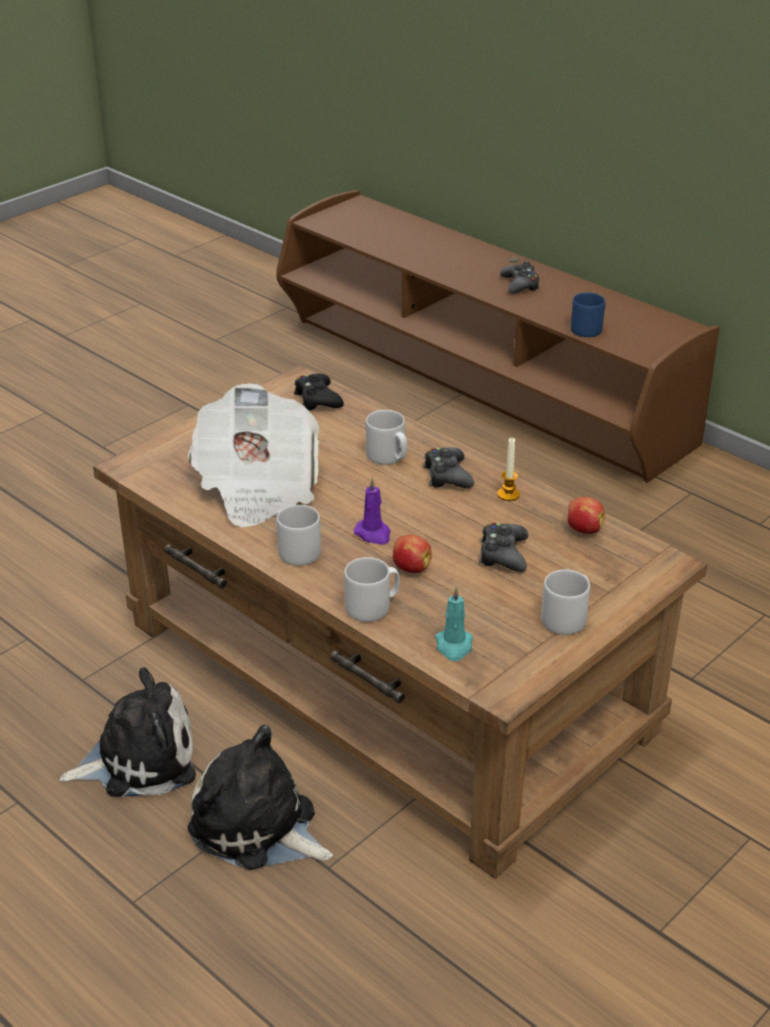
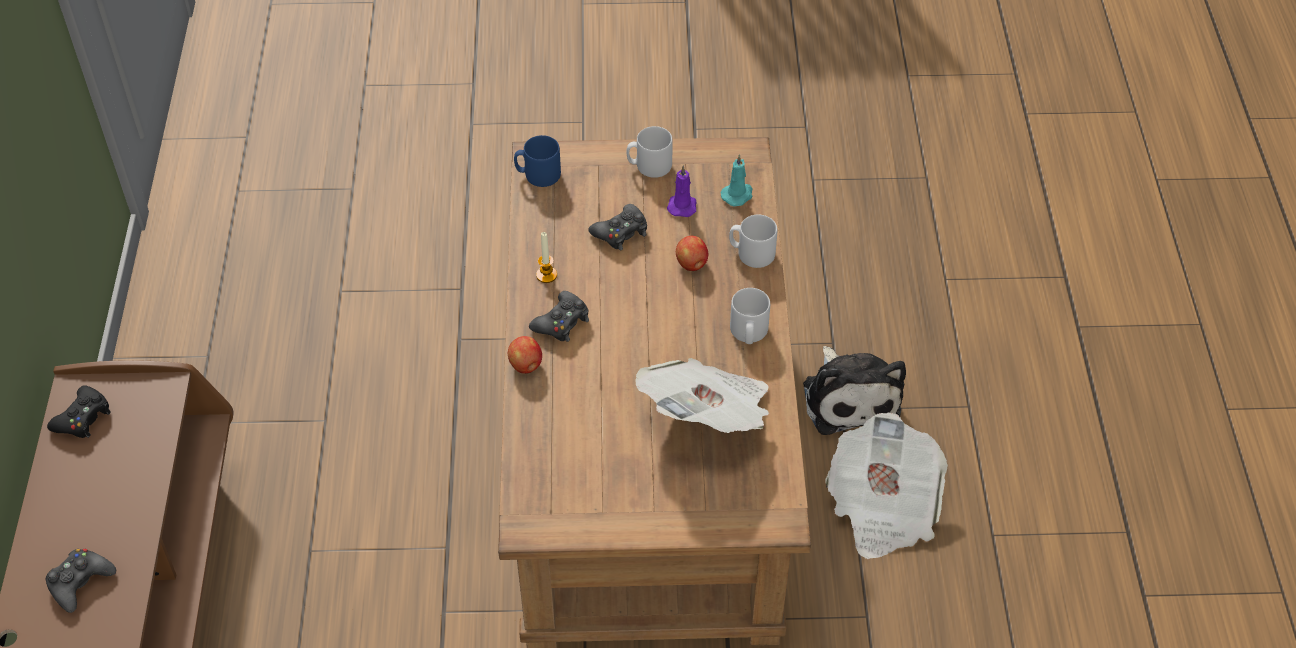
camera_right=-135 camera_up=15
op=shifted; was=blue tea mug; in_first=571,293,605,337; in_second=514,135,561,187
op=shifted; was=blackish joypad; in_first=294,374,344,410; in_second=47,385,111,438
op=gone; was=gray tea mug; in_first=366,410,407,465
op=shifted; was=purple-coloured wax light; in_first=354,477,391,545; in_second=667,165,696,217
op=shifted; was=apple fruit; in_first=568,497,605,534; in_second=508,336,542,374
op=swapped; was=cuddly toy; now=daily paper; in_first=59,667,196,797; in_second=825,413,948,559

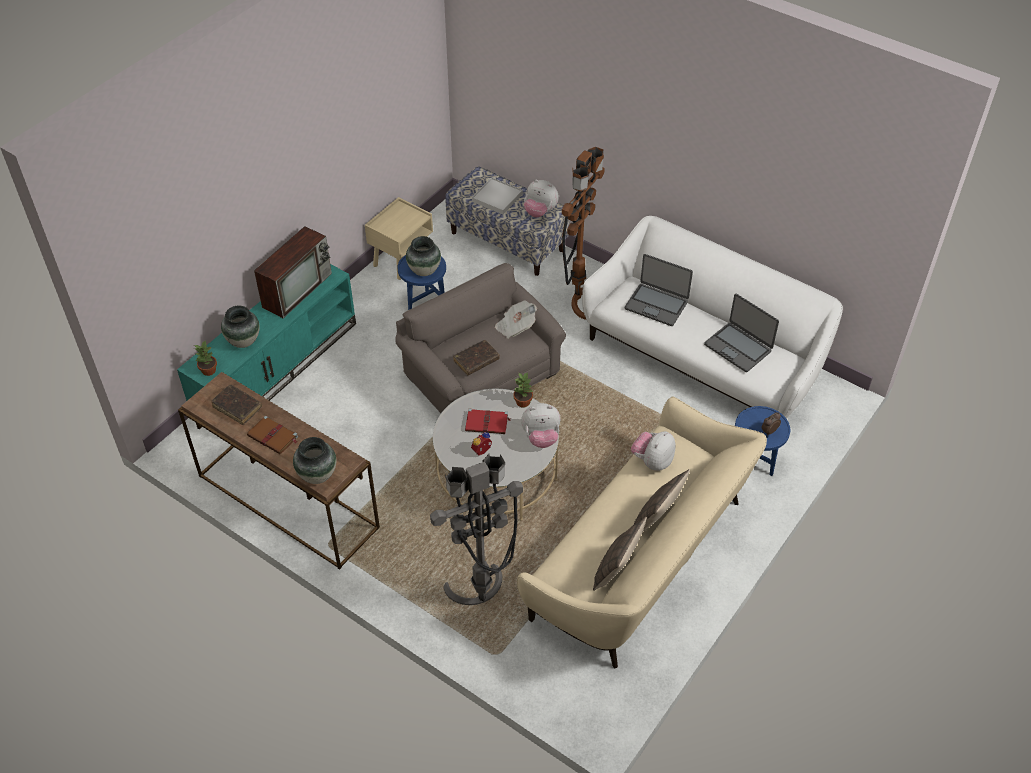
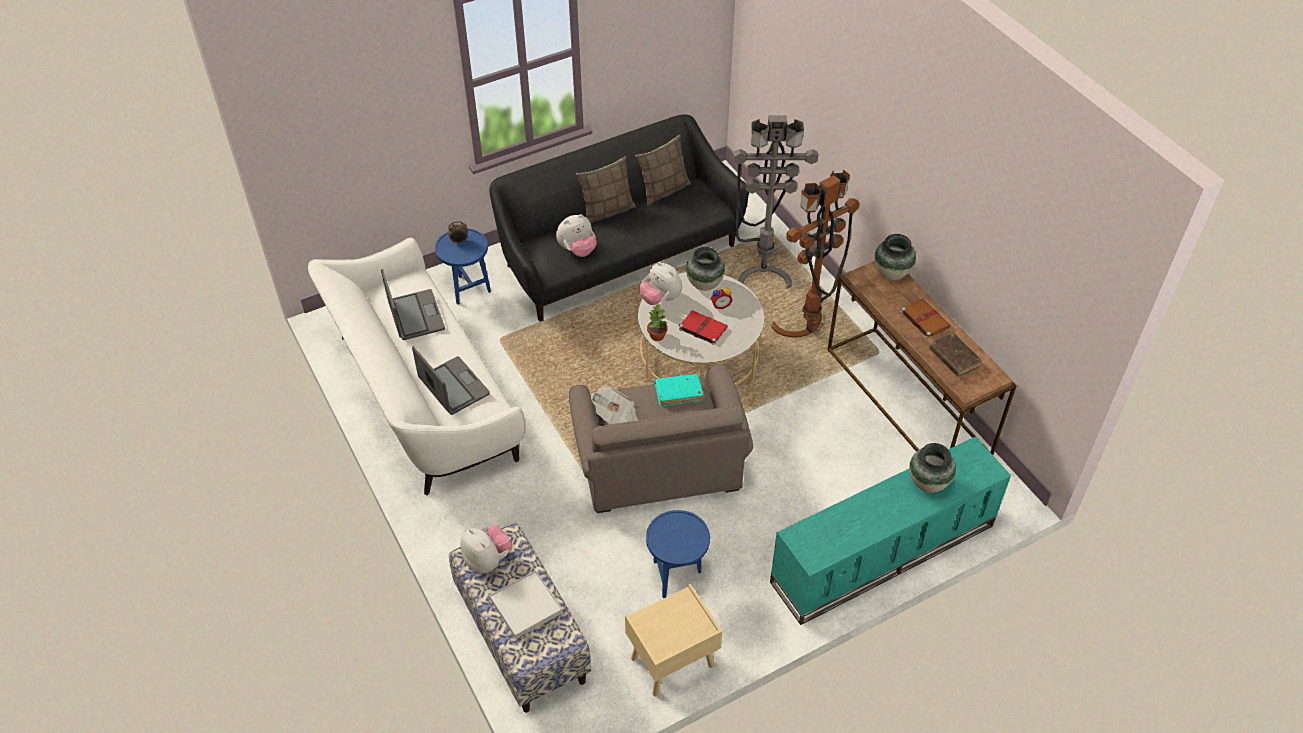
camera_right=-155 camera_up=0
op=shifted; was=brown-coloured standard lamp; in_first=562,147,605,320; in_second=771,169,859,338
op=gone; was=TV set; in_first=254,226,332,318
op=shifted; was=vase; in_first=406,236,441,276; in_second=686,247,725,291
op=repainted; was=brown-coloured bound book; now=blue-green bound book; in_first=453,340,500,376; in_second=655,374,703,407
op=gone; was=plant in a pot; in_first=194,341,217,376
op=repainted; was=sand-coloured couch; now=blackish couch; in_first=517,397,767,668; in_second=489,114,749,322
op=rotated; was=cuddly toy; in_first=521,403,560,448; in_second=639,262,682,305; clockwise=-150

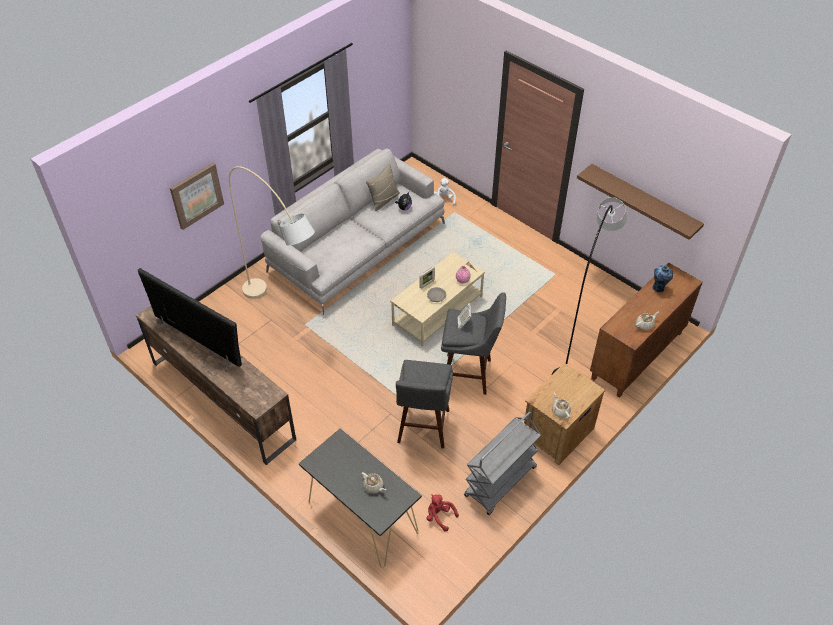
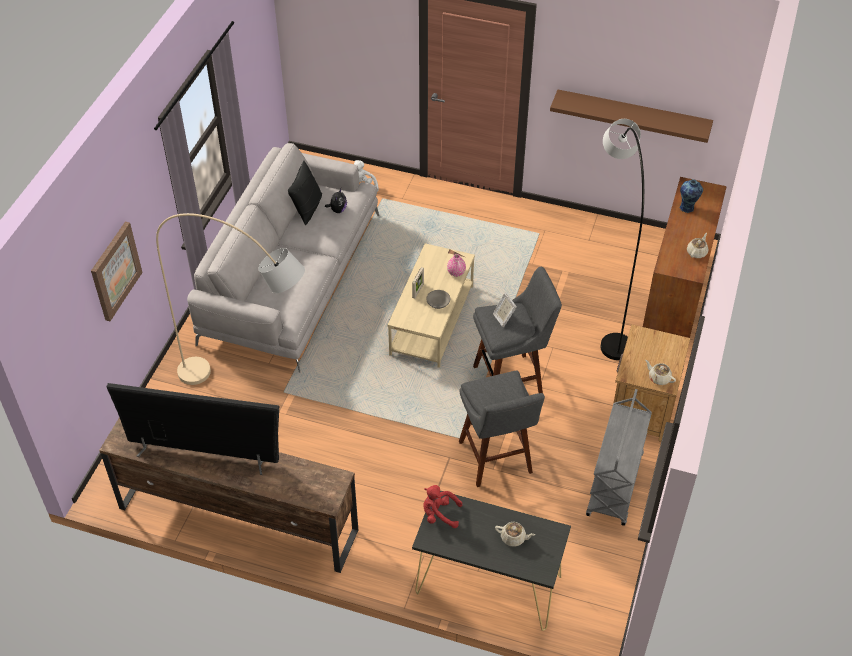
camera_right=-25 camera_up=0
op=repainted; was=sand-coloured throw pillow; now=blackish throw pillow; in_first=366,164,400,211; in_second=288,161,322,225
op=shifted; was=red-coloured cuddly toy; in_first=427,494,459,532; in_second=423,485,463,528

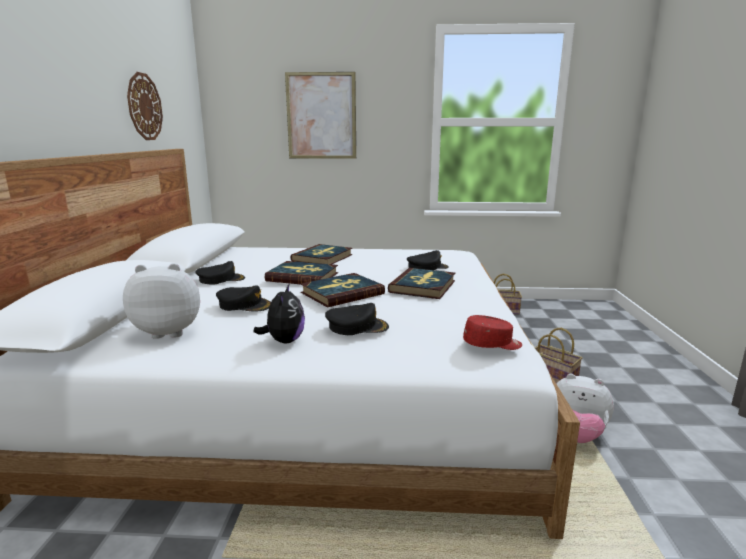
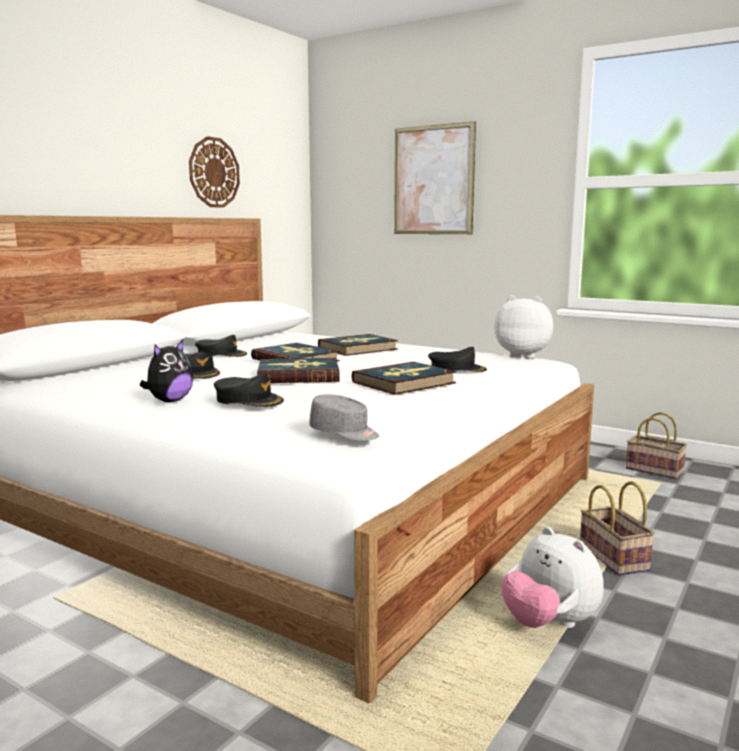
camera_right=30 camera_up=-5
op=shifted; was=cuddly toy; in_first=123,263,200,339; in_second=494,296,553,359
op=repainted; was=red-coloured baseball cap; now=gray baseball cap; in_first=463,315,522,350; in_second=309,394,379,441

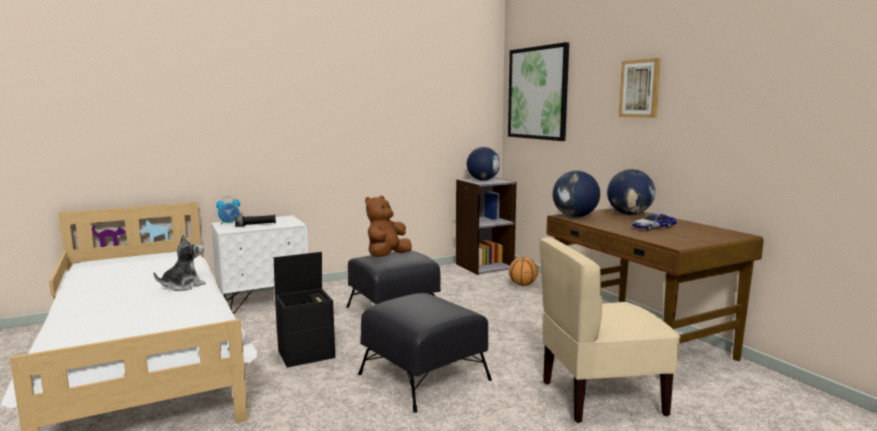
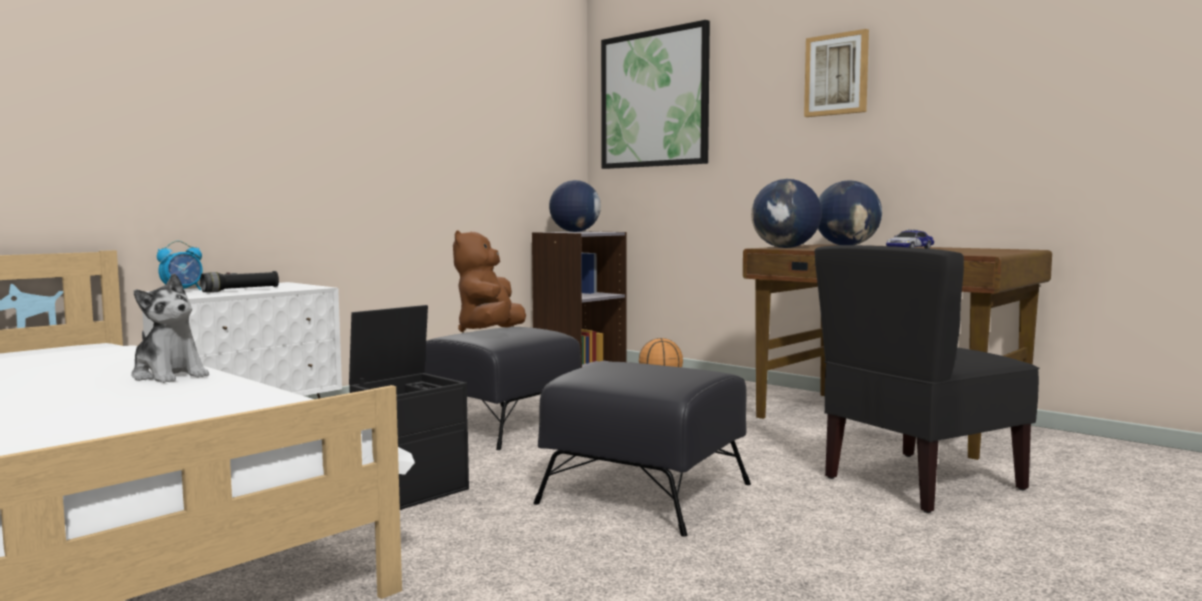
camera_right=-20 camera_up=-5
op=rotated; was=cuddly toy; in_first=154,235,206,291; in_second=131,273,209,383; clockwise=105
op=repainted; was=sand-coloured upright chair; now=blackish upright chair; in_first=539,237,680,423; in_second=815,245,1040,513

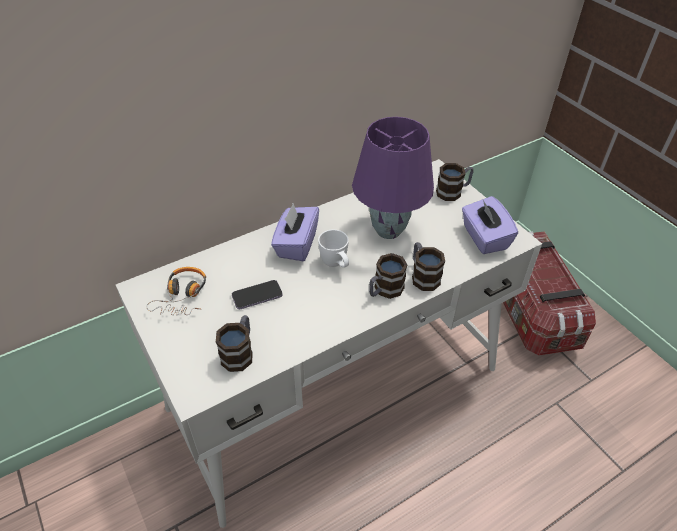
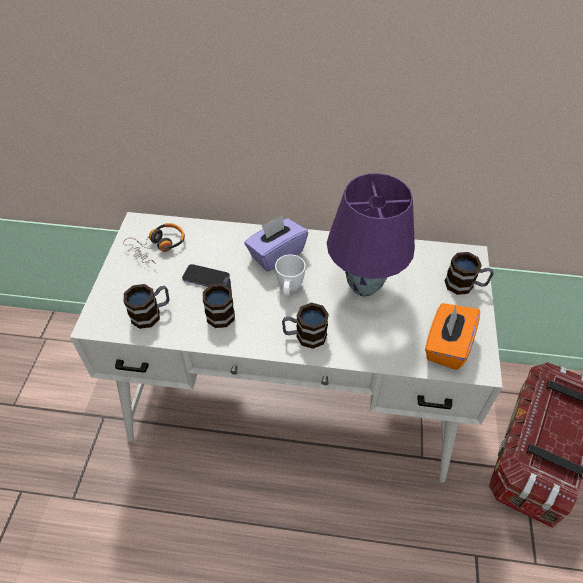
camera_right=40 camera_up=5
op=repainted; was=purple-coloured tissue holder; now=orange tissue holder; in_first=462,196,518,254; in_second=425,303,480,370
op=shifted; was=tea mug; in_first=412,242,445,291; in_second=203,277,235,328

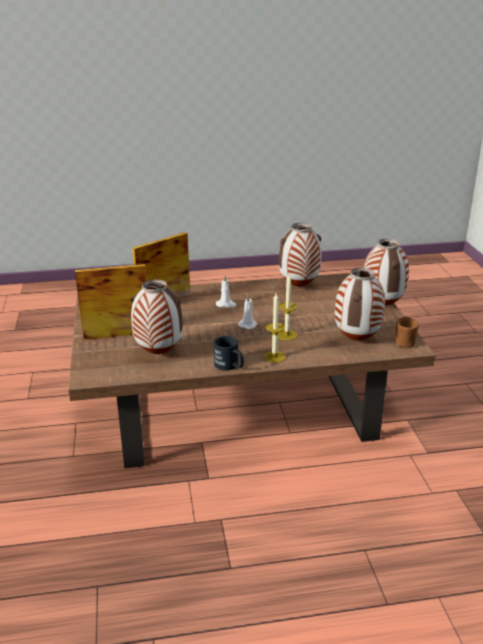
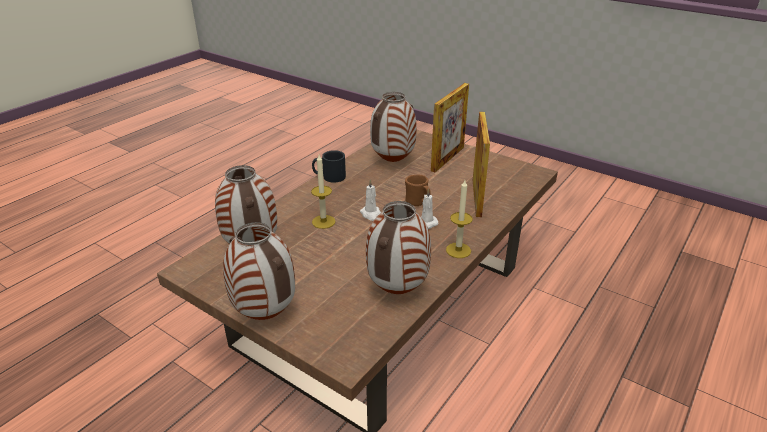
camera_right=135 camera_up=5
op=shifted; was=wax light; in_first=264,293,286,363; in_second=446,180,473,258
op=shifted; was=brown-coloured tea mug; in_first=395,316,419,348; in_second=405,175,430,206

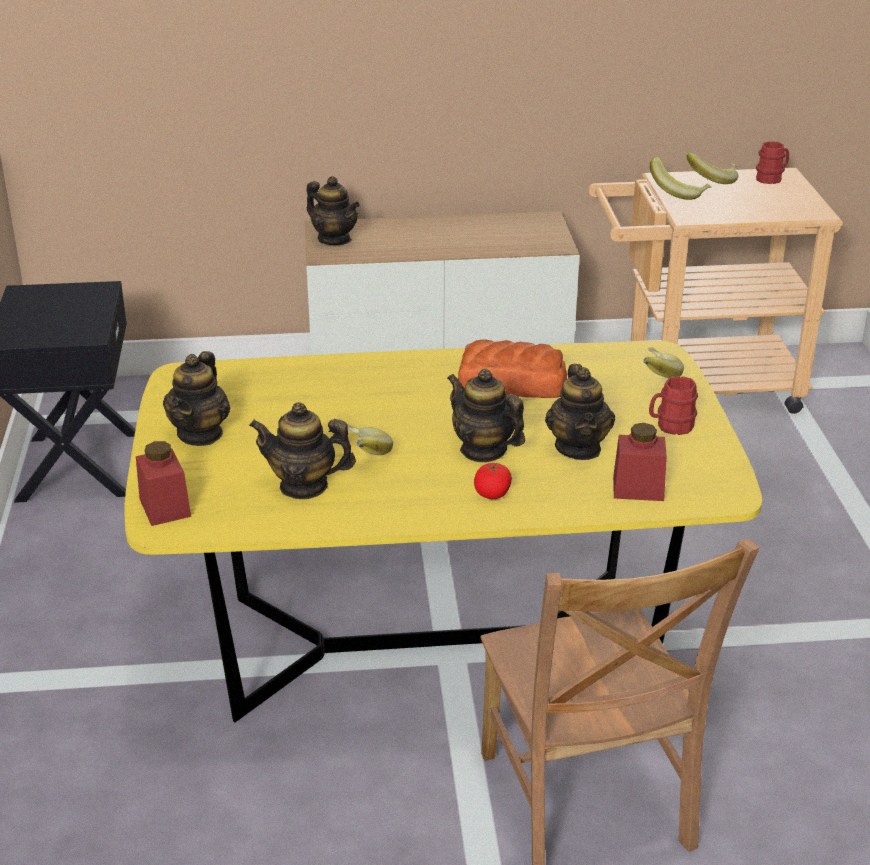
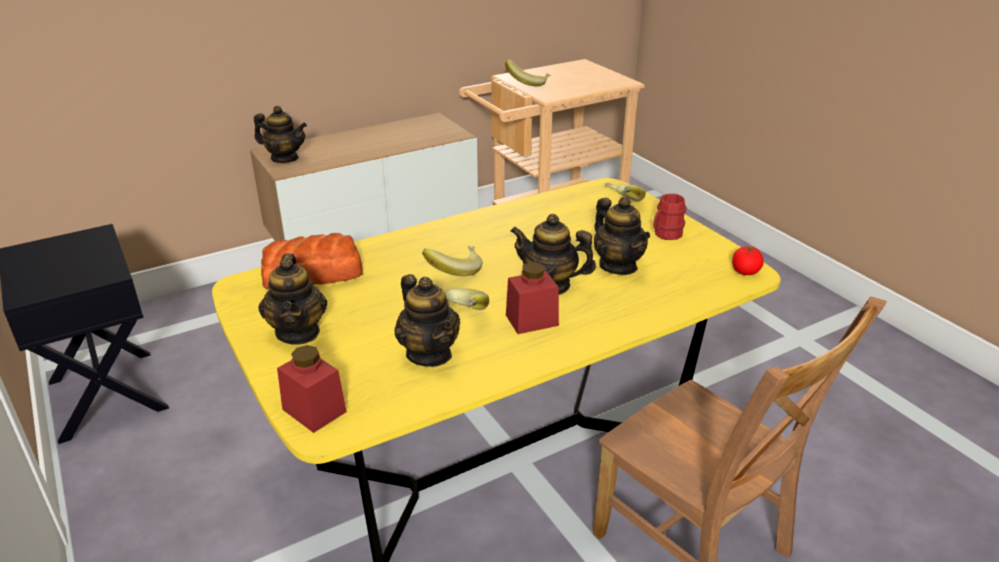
camera_right=-25 camera_up=0
op=gone; was=red-coloured tea mug; in_first=756,141,789,184
op=shifted; was=banana; in_first=687,153,738,184; in_second=422,245,482,276
op=shifted; was=bread; in_first=458,340,567,398; in_second=261,233,363,289
op=rotated; was=pot for tea; in_first=249,402,356,499; in_second=395,274,460,367; clockwise=-105
op=shifted; was=red-coloured storage jar; in_first=613,423,667,501; in_second=506,262,559,334
op=shifted; was=whole tomato; in_first=474,463,512,499; in_second=732,247,763,275

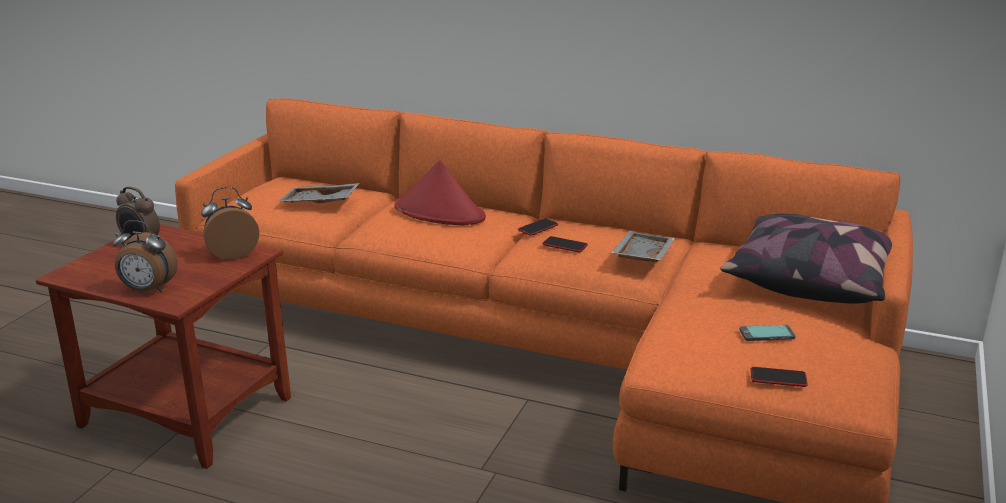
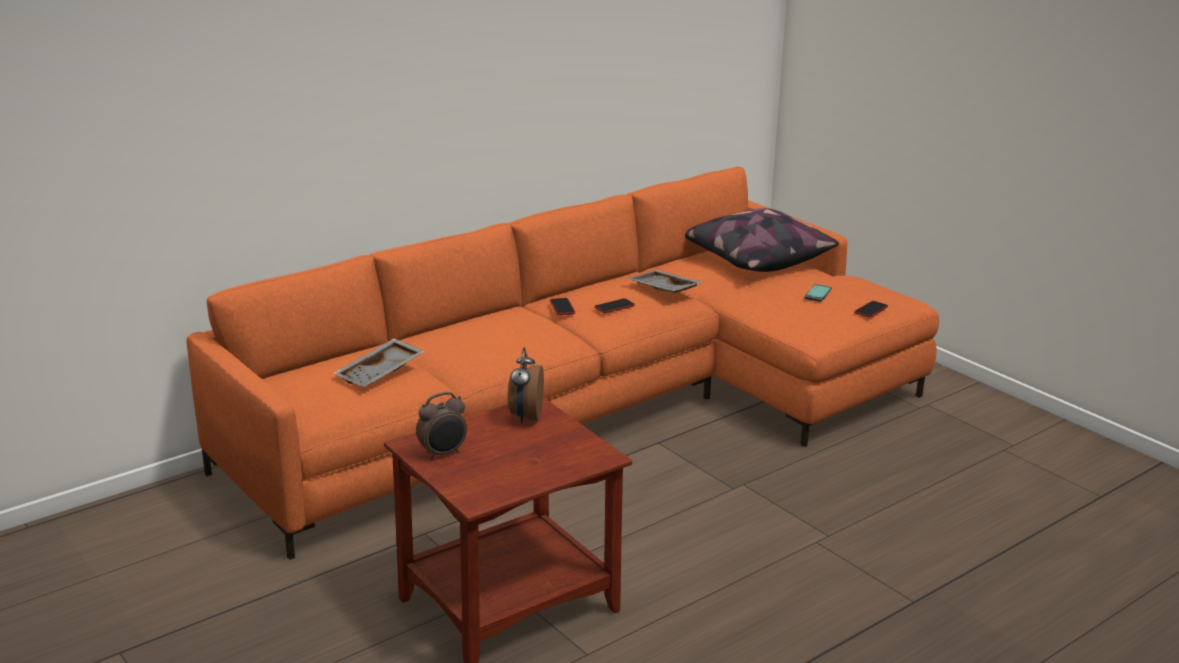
camera_right=-60 camera_up=0
op=gone; was=red-coloured clothing hat; in_first=394,160,486,225
op=gone; was=alarm clock; in_first=113,220,178,293

